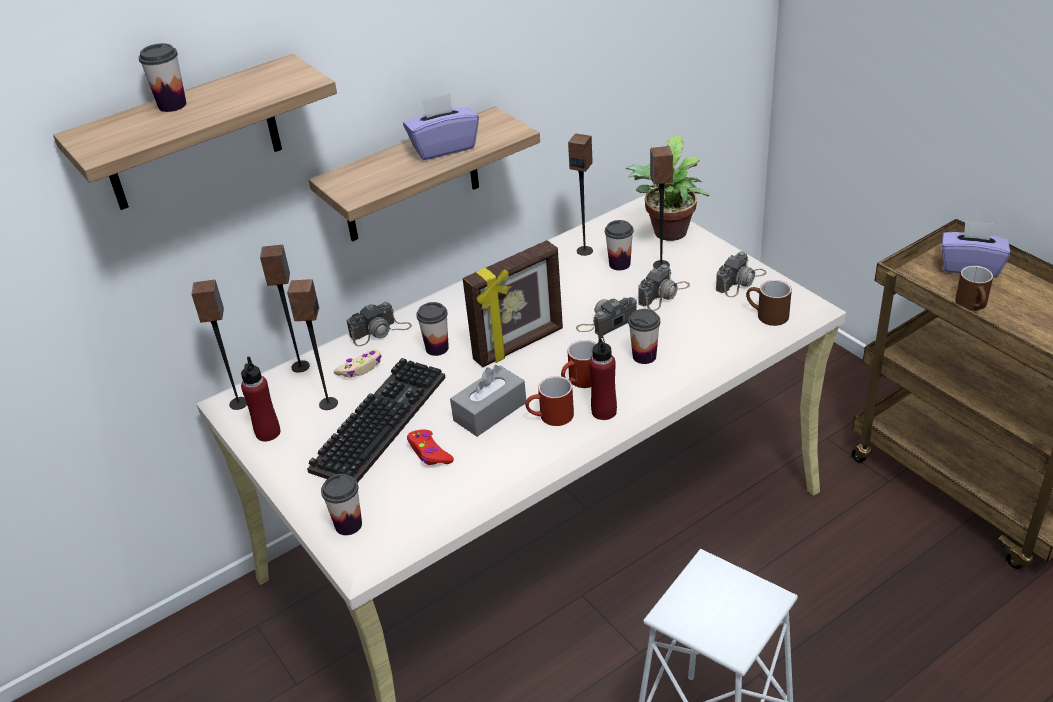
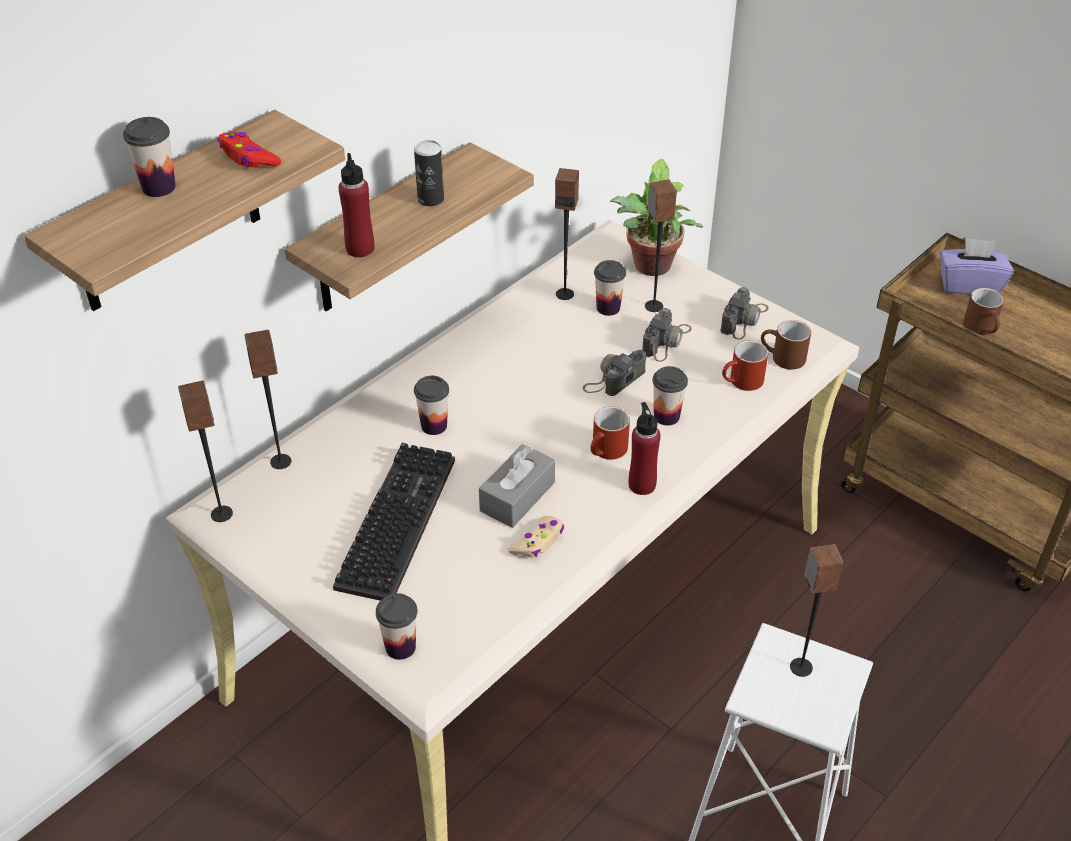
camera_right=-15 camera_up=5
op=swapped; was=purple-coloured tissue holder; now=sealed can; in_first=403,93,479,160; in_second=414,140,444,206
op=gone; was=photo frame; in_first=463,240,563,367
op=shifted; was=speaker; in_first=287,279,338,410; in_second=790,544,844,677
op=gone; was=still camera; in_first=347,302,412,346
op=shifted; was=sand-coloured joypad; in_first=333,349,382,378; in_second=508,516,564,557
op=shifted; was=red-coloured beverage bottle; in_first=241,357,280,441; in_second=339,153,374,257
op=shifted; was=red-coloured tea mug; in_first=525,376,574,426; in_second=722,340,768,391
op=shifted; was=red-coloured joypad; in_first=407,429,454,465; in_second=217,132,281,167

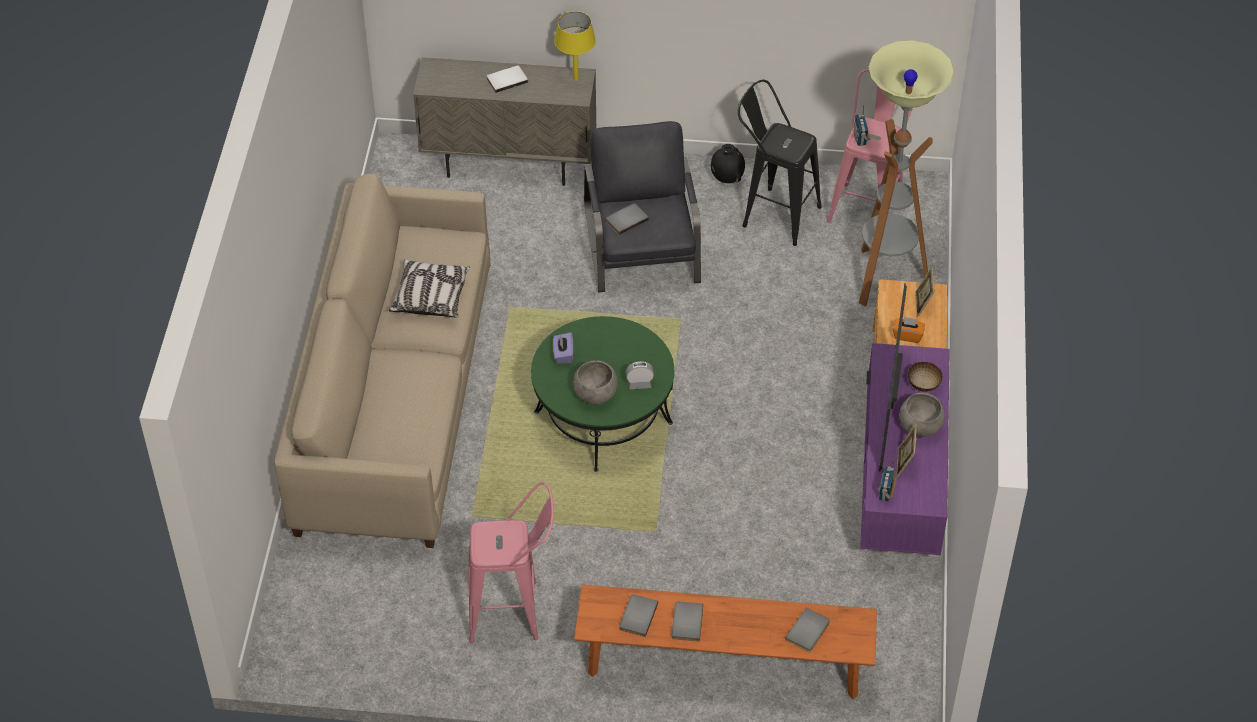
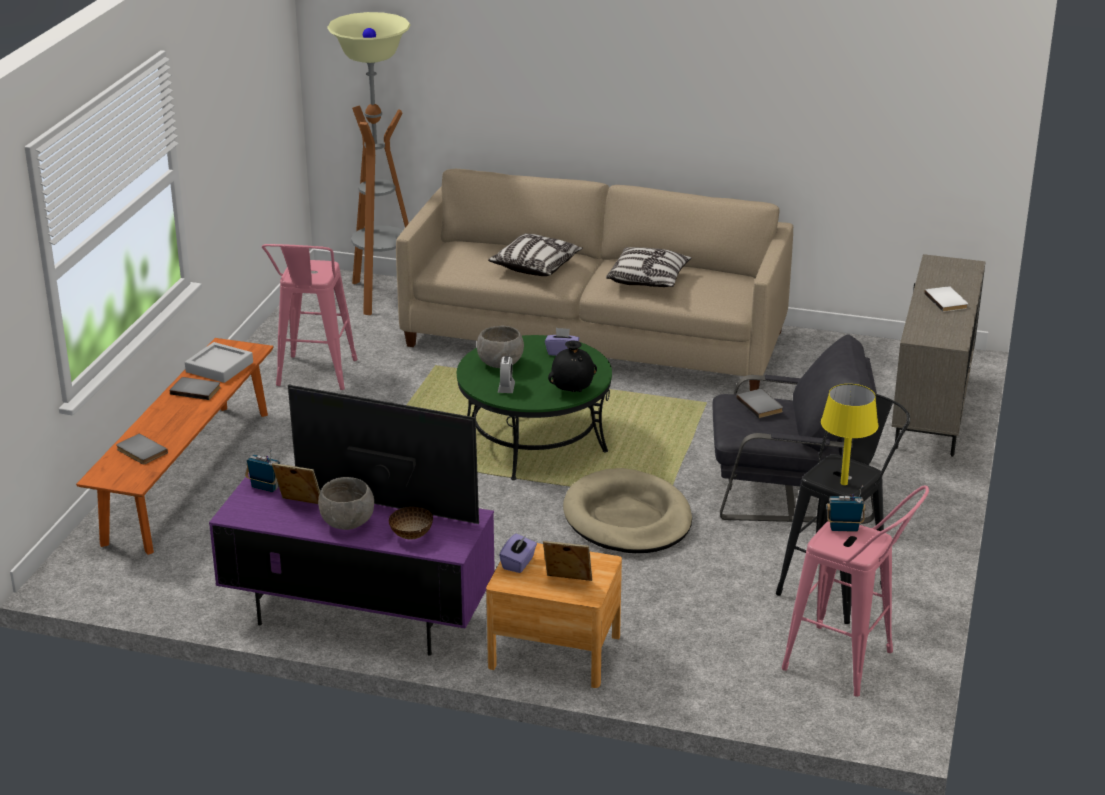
camera_right=100 camera_up=-20
op=shifted; was=yellow-coloured table lamp; in_first=554,11,596,81; in_second=821,384,878,485
op=shifted; was=standard lamp; in_first=859,40,955,306; in_second=327,12,410,315
op=shifted; was=blackish vase; in_first=711,144,745,183; in_second=548,340,597,392
op=repainted; was=orange tissue holder; now=purple-coloured tissue holder; in_first=893,316,925,343; in_second=499,533,537,573
op=swapped; was=gray bound book; now=gray serving tray; in_first=619,594,658,637; in_second=185,342,253,383
op=new; now=throw pillow; in_second=488,233,583,276
op=new; now=sand-coloured pet bed; in_second=563,468,692,553

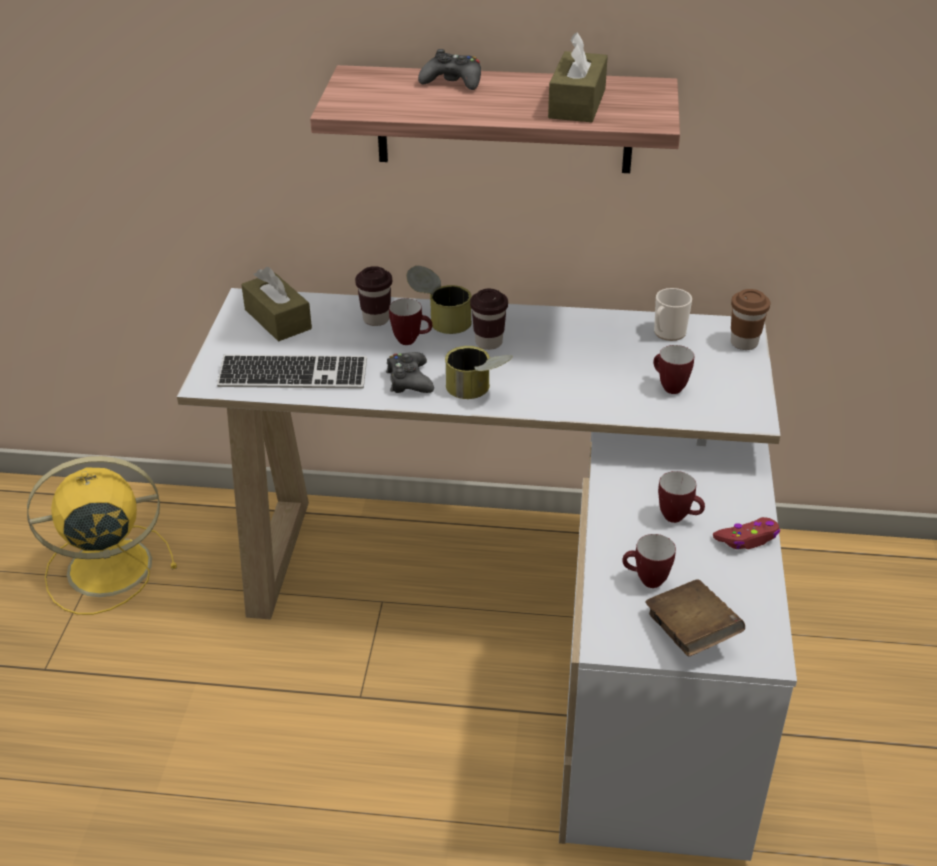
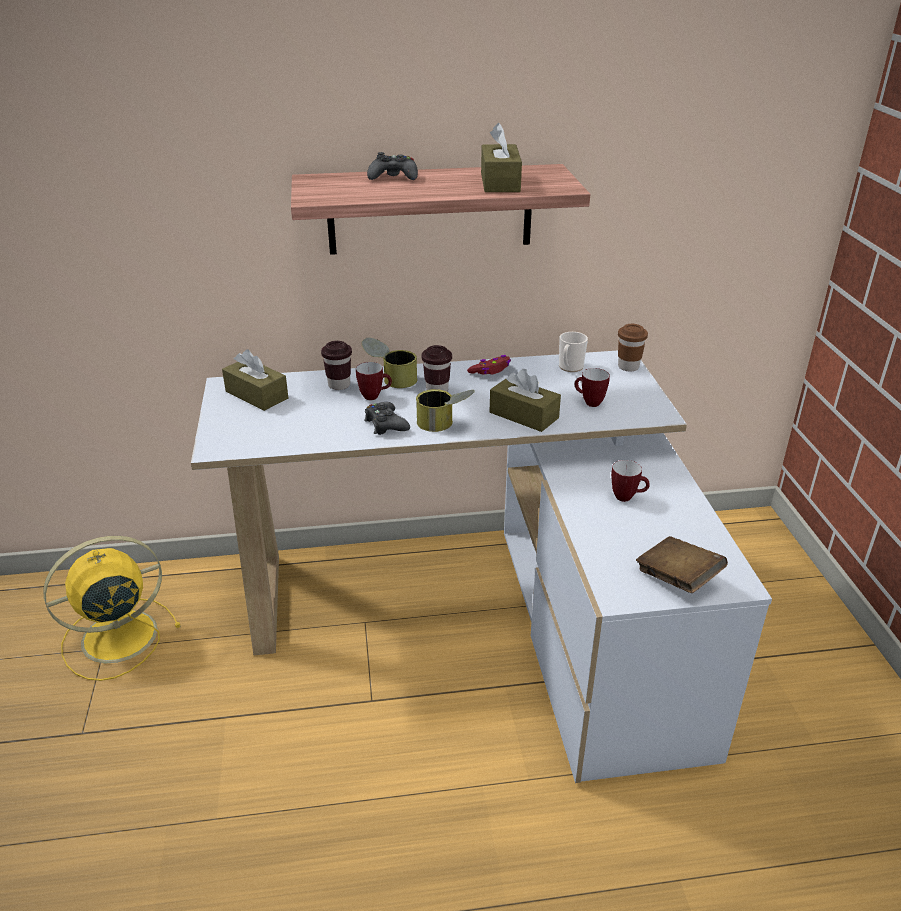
camera_right=-15 camera_up=-5
op=gone; was=PC keyboard; in_first=217,354,367,389
op=shifted; was=red-coloured joypad; in_first=713,517,780,549; in_second=467,355,511,375
op=gone; was=tea mug; in_first=622,534,676,588
op=new; now=brown-coloured tissue holder; in_second=490,369,561,432

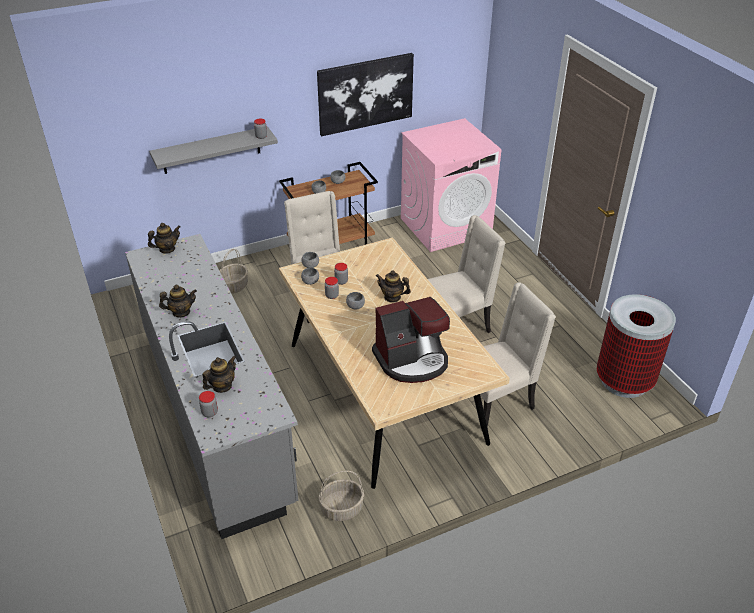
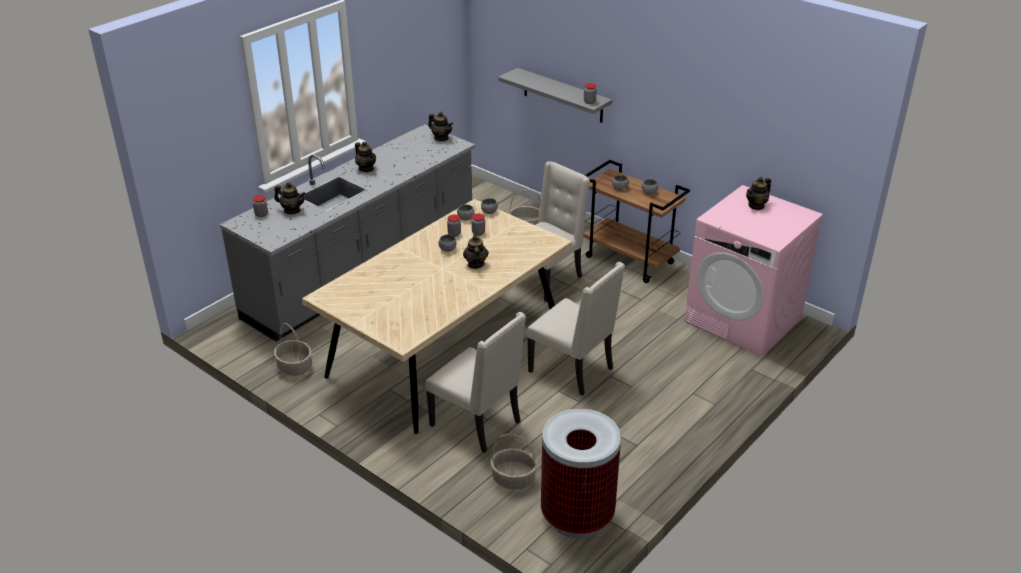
camera_right=65 camera_up=-5
op=gone; was=wall art; in_first=317,53,414,136
op=gone; was=coffee machine; in_first=372,297,450,383
op=new; now=pot for tea; in_second=746,177,771,210
op=new; now=storage basket; in_second=490,434,537,490

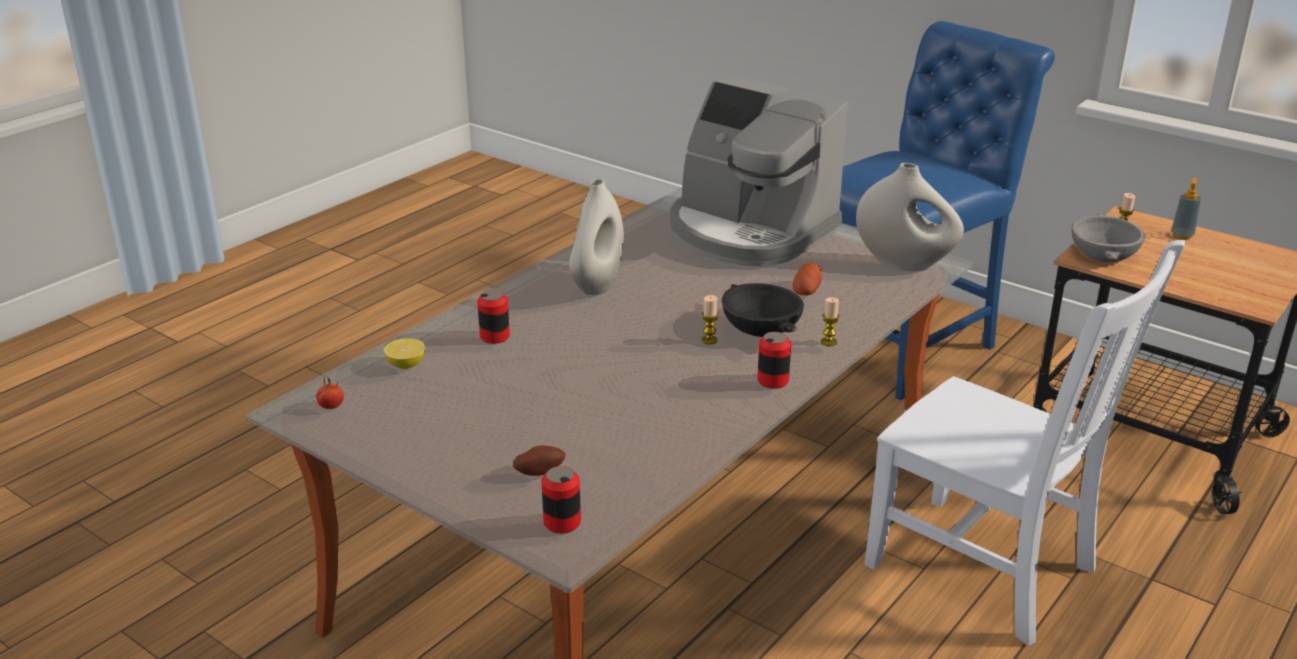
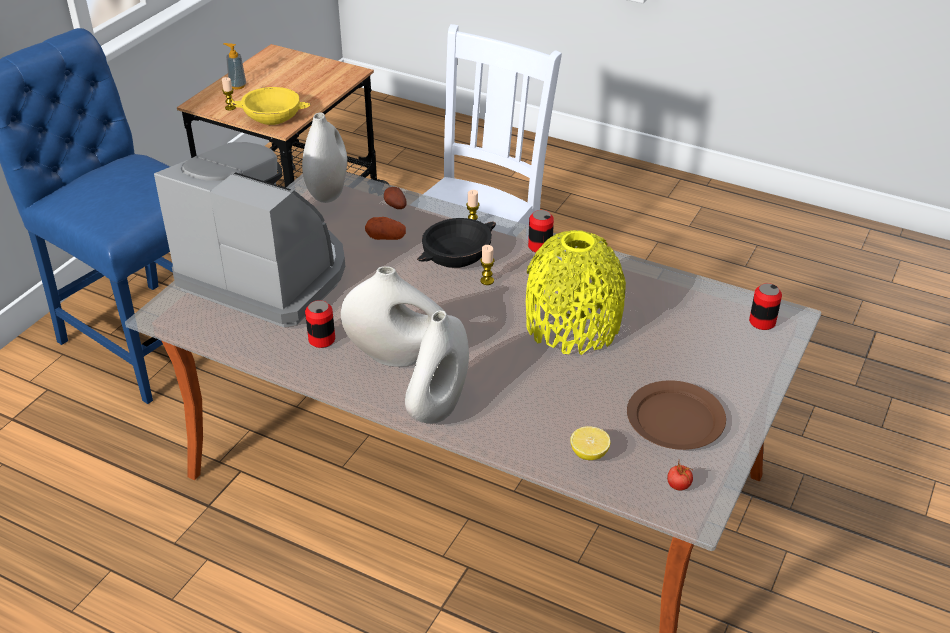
camera_right=-100 camera_up=10
op=rotated; was=coffee machine; in_first=670,76,848,267; in_second=154,142,345,328; clockwise=-90
op=repainted; was=gray bowl; now=yellow-coloured bowl; in_first=1071,213,1145,262; in_second=230,87,311,125
op=shifted; was=sealed can; in_first=477,290,510,344; in_second=305,300,335,348
op=shifted; was=spud; in_first=513,446,565,476; in_second=384,187,407,209
op=new; now=yellow-coloured vase; in_second=526,230,626,355
op=new; now=white-coloured vase; in_second=405,310,469,424
op=new; now=brown-coloured dinner plate; in_second=627,380,726,450

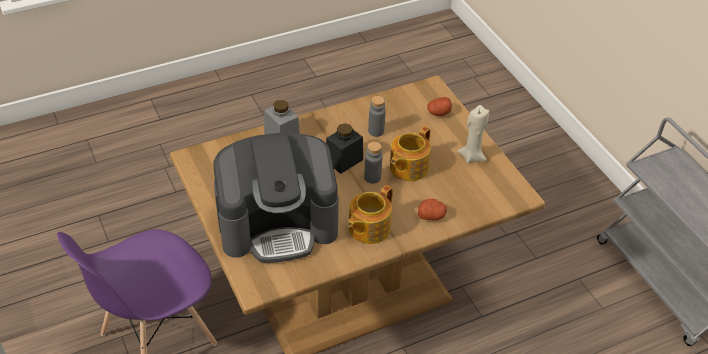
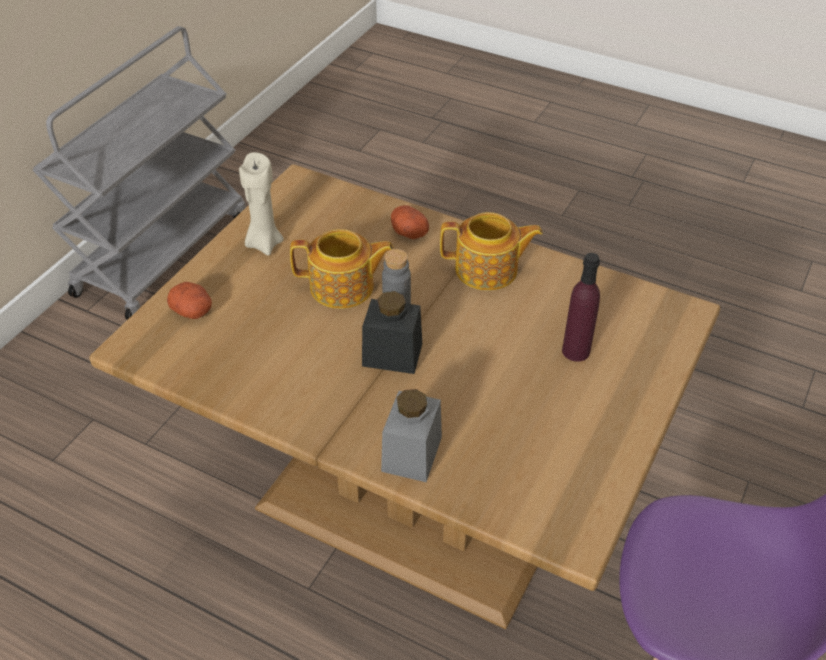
camera_right=-125 camera_up=0
op=gone; was=gray beverage bottle; in_first=368,96,386,137
op=swapped; was=coffee machine; now=purple-coloured beverage bottle; in_first=213,133,339,263; in_second=562,253,600,362

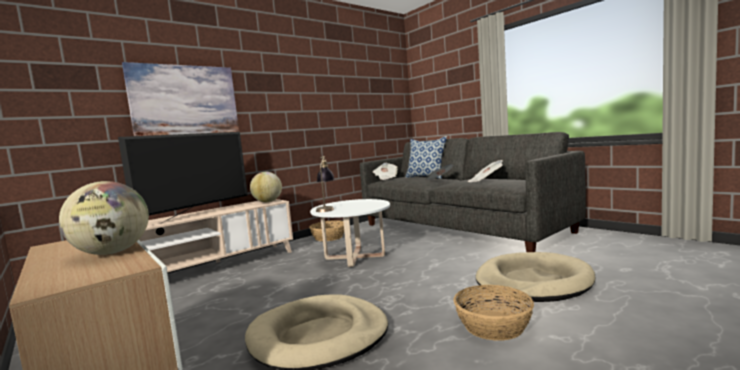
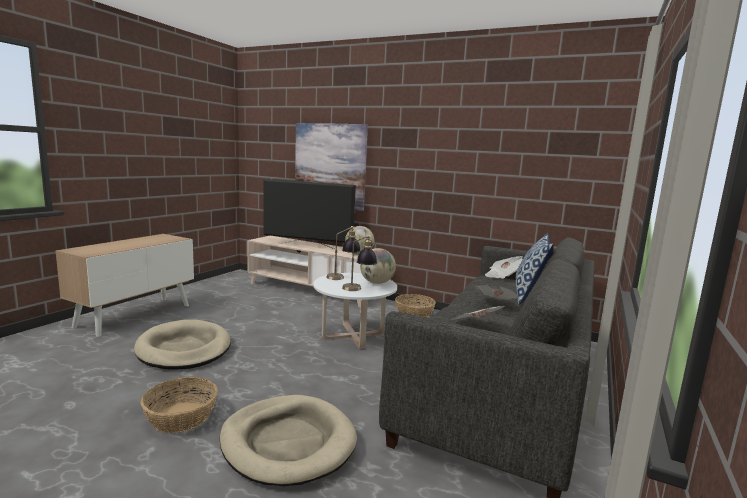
camera_right=65 camera_up=5
op=shifted; was=world globe; in_first=59,181,149,255; in_second=360,248,396,284
op=new; now=table lamp; in_second=342,235,377,291

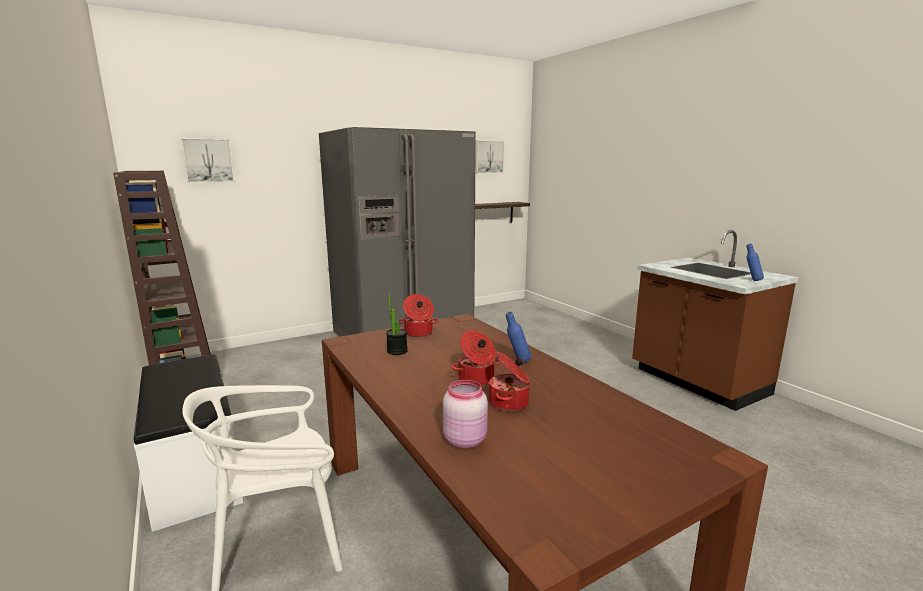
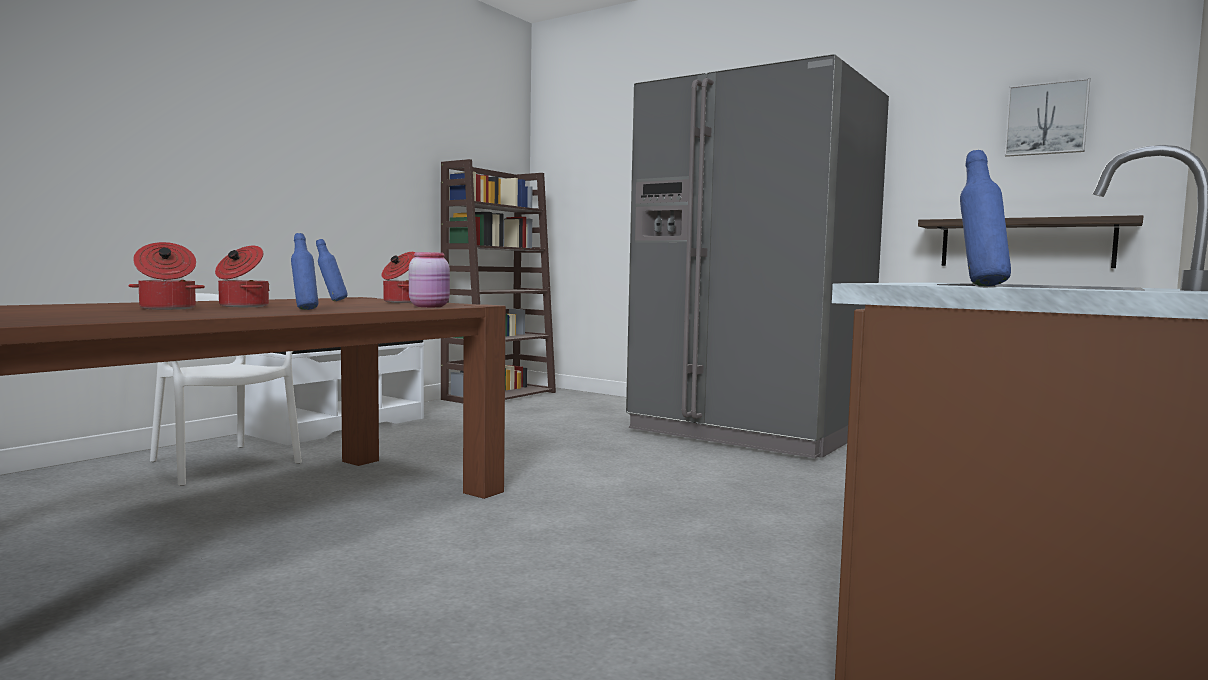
camera_right=65 camera_up=-10
op=gone; was=wall art; in_first=181,138,234,183
op=swapped; was=plant in a pot; now=blue beverage bottle; in_first=386,293,408,355; in_second=316,239,348,301
op=shifted; was=pinkish storage jar; in_first=443,380,488,449; in_second=409,252,450,307

